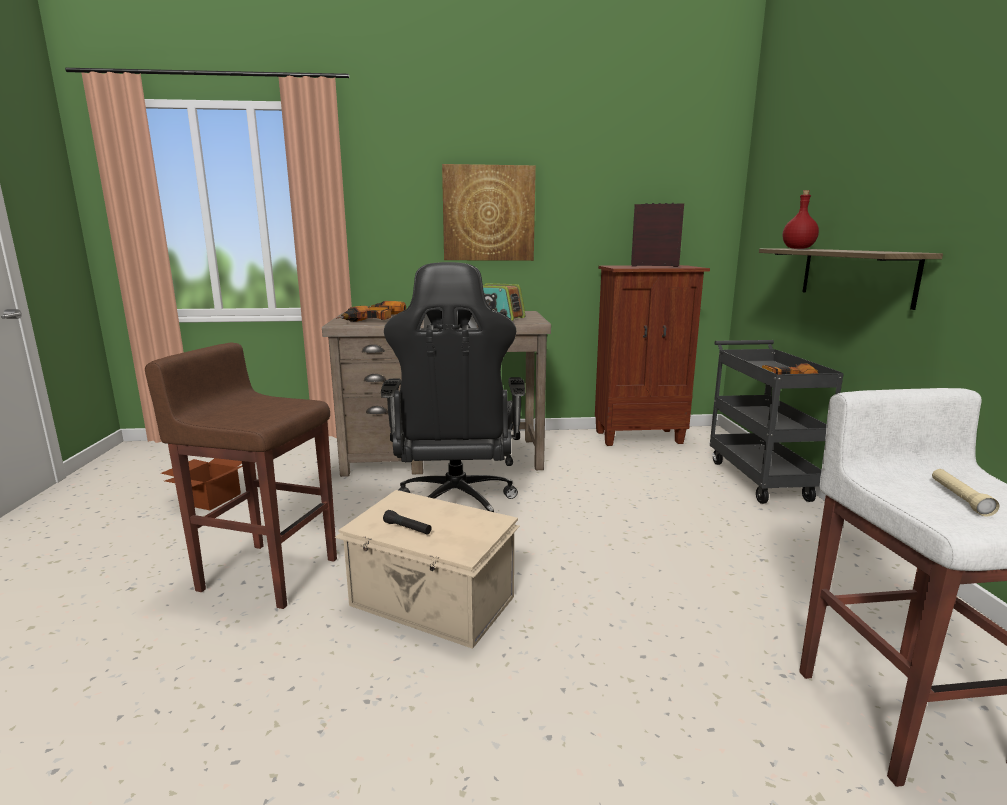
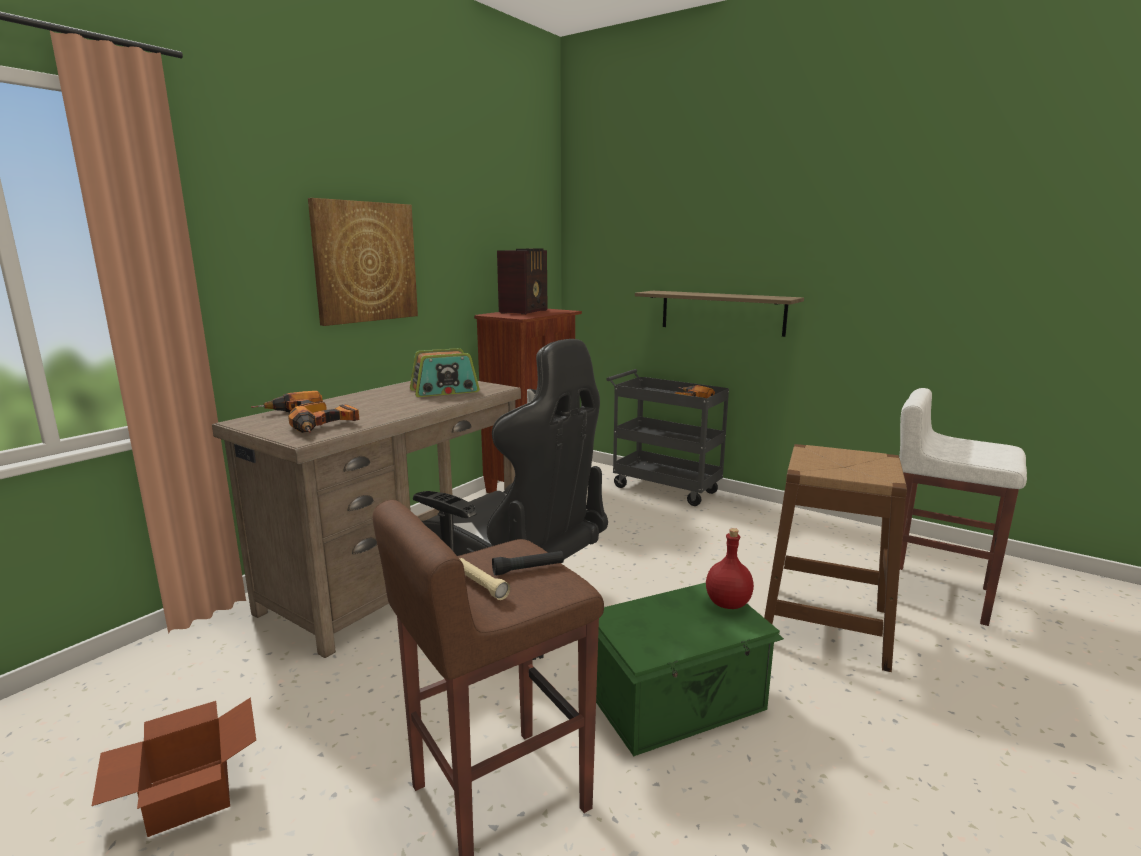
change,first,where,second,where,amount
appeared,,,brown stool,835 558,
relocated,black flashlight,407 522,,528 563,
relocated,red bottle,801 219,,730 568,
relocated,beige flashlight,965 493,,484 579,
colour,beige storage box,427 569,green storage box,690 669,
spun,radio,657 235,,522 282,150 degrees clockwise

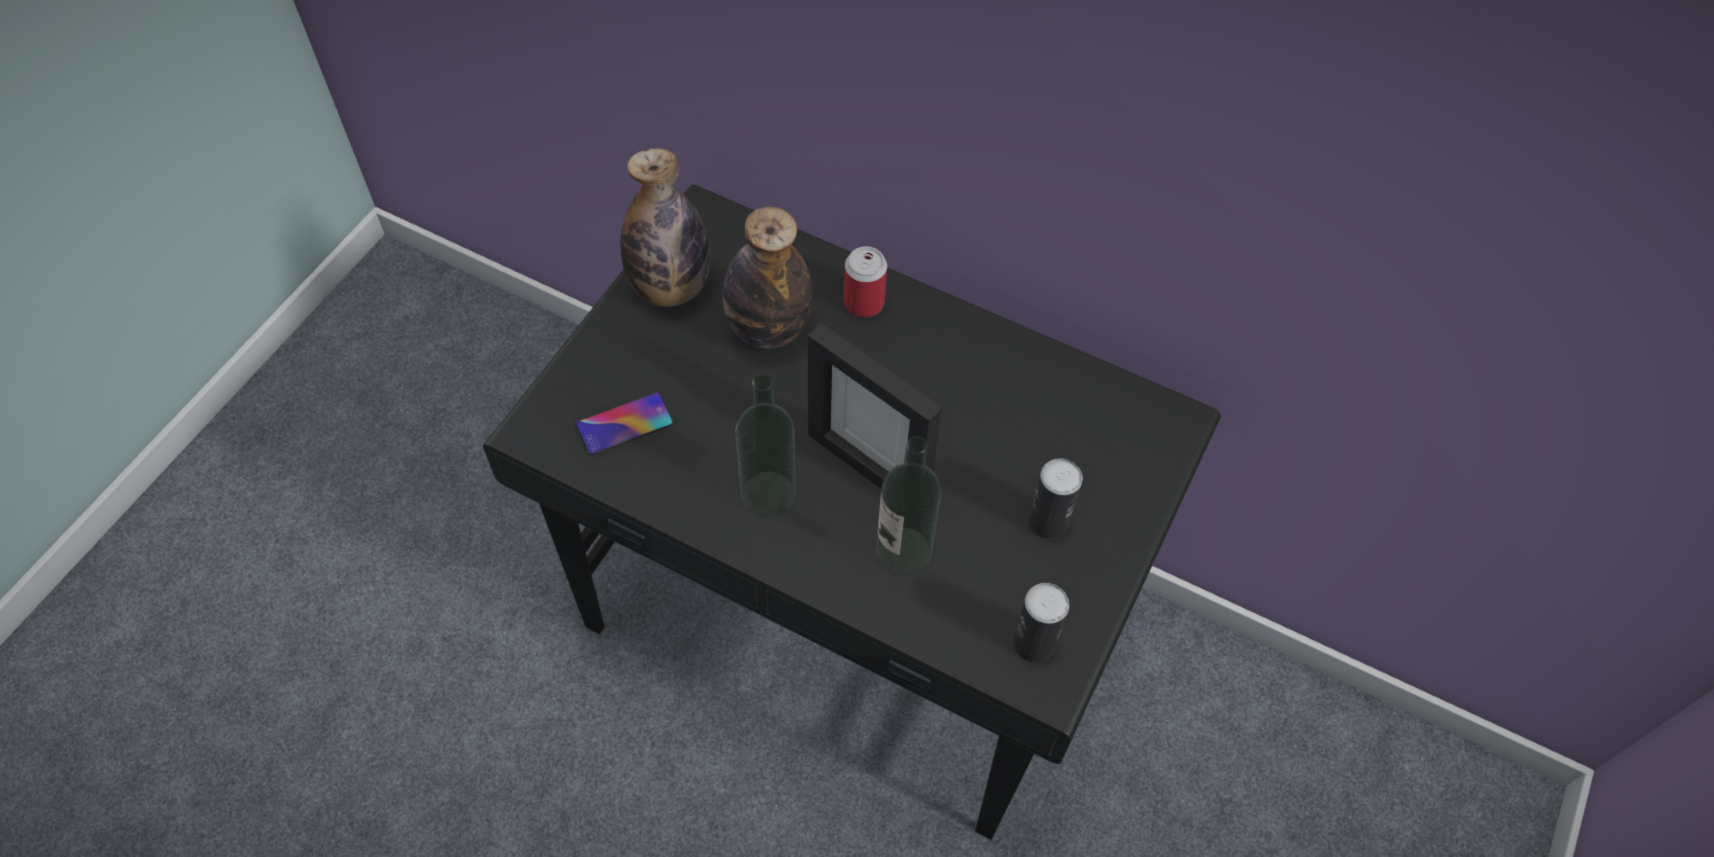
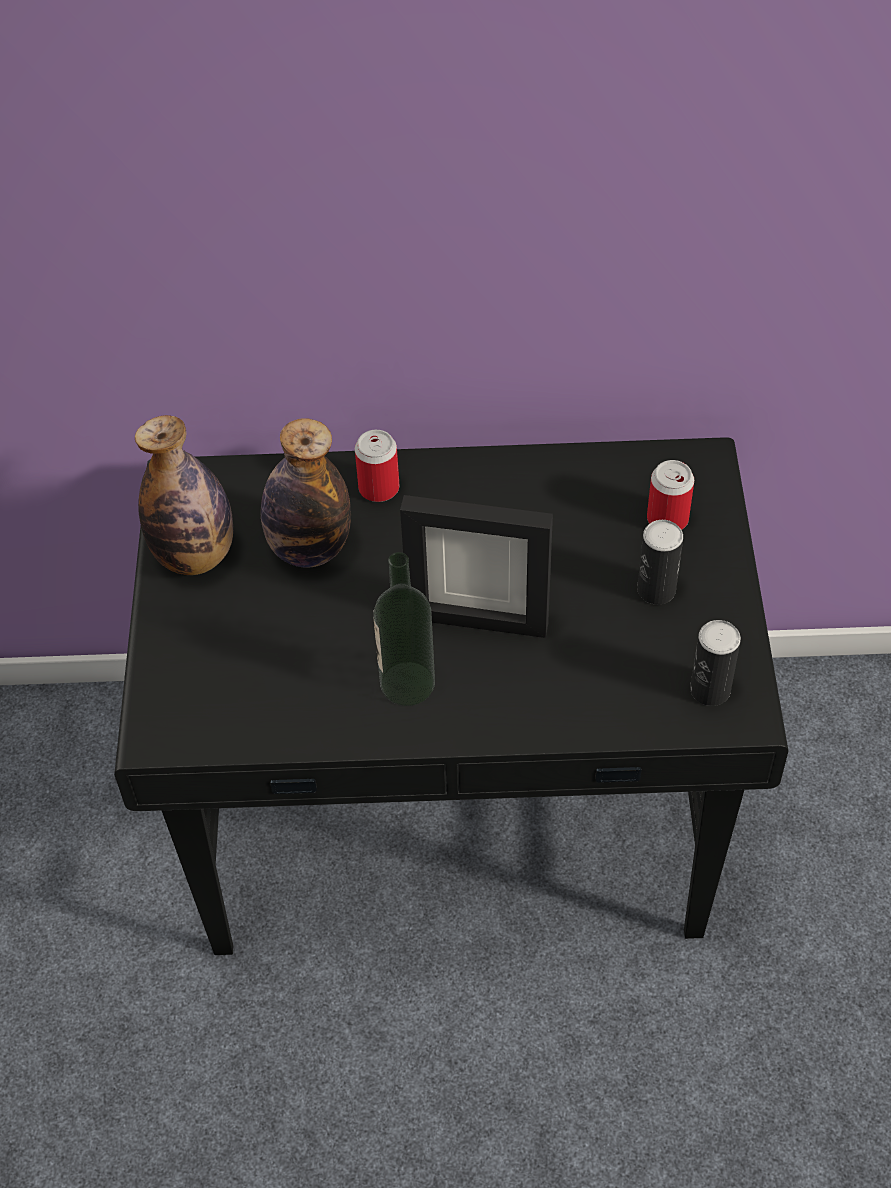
change,first,where,second,where,amount
missing,phone,624 423,,,
missing,bottle,908 506,,,
appeared,,,can,670 495,

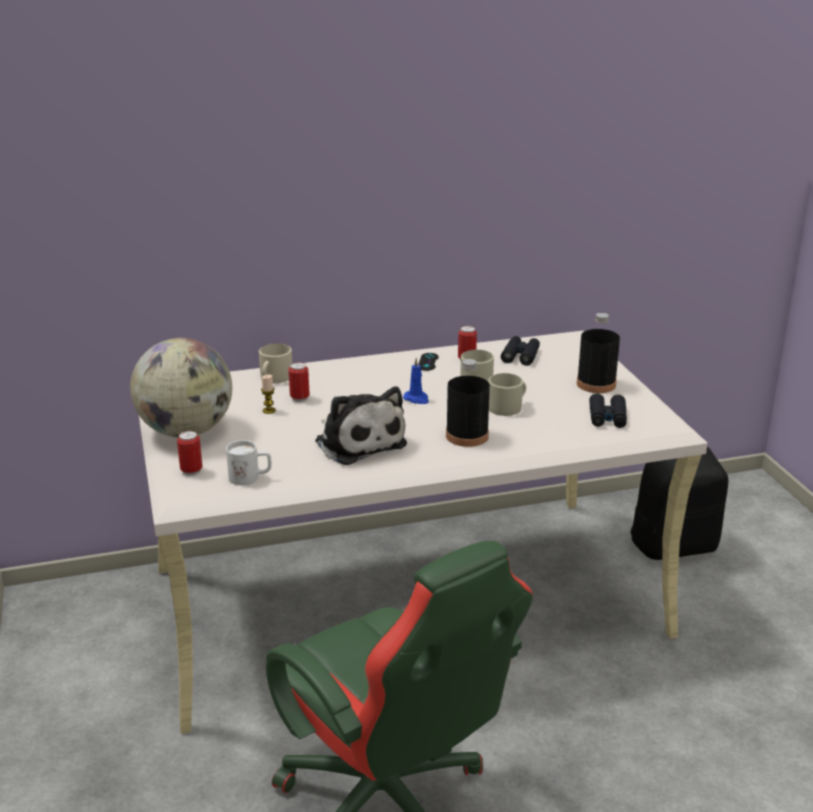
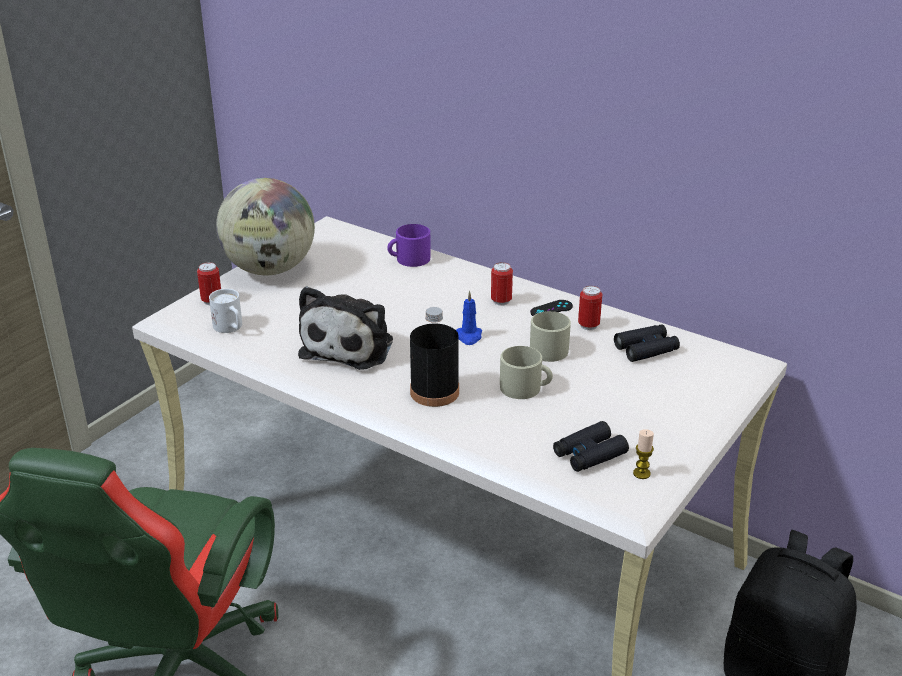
change,first,where,second,where,amount
missing,black bottle,598 353,,,
relocated,candle,268 394,,643 454,
relocated,can,299 382,,502 284,
colour,beige mug,275 363,purple mug,409 245,

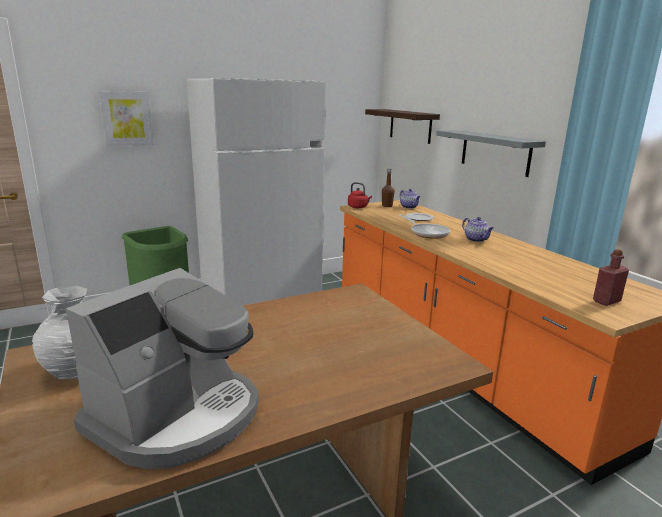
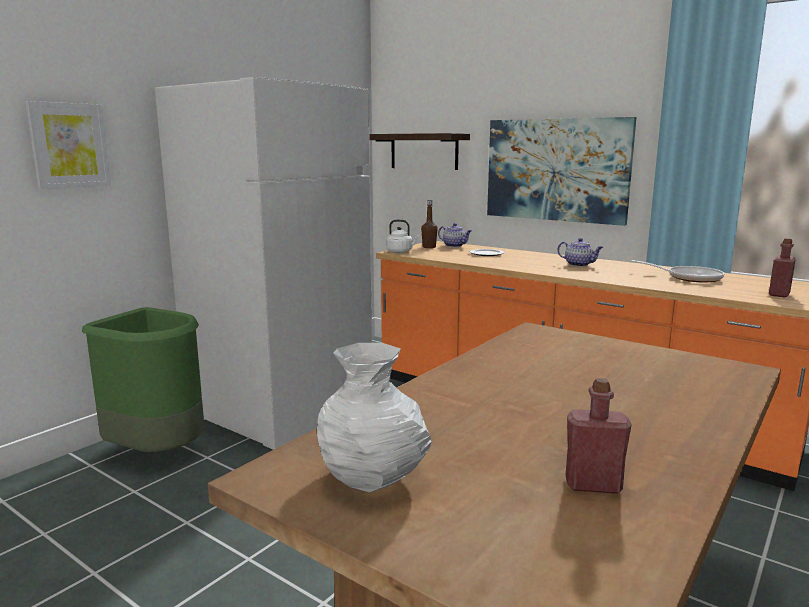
change,first,where,second,where,amount
relocated,frying pan,424 227,,678 271,
exchanged,coffee machine,162 368,red bottle,599 436,
exchanged,grey shelf,491 153,picture,561 171,
colour,red kettle,360 195,white kettle,403 236,

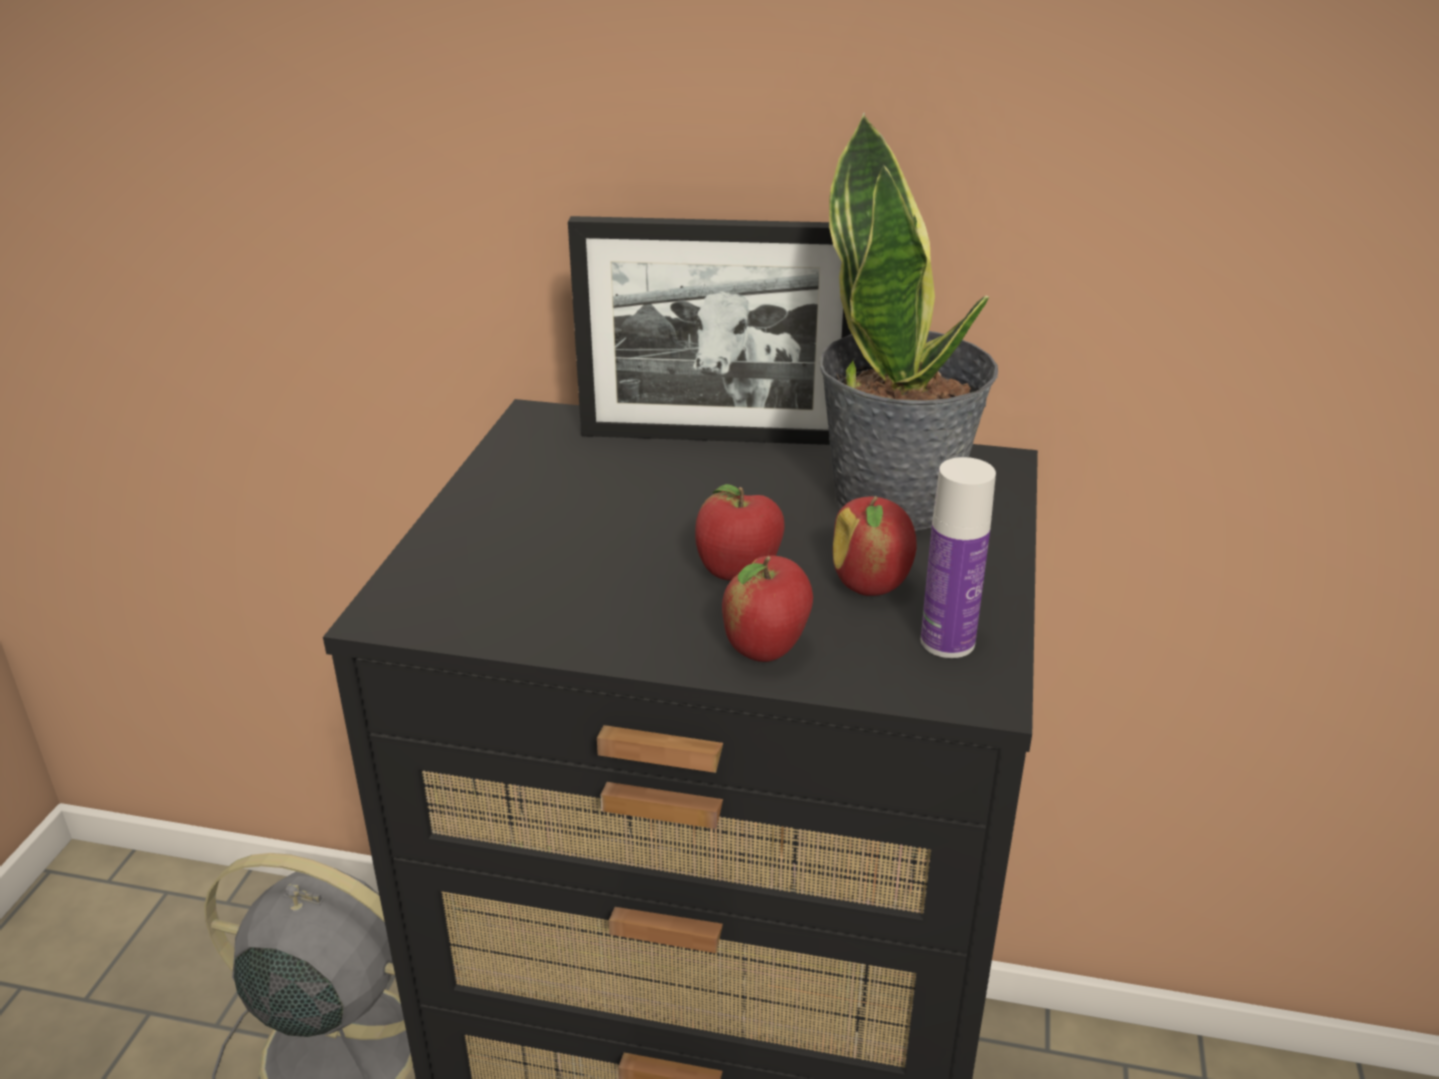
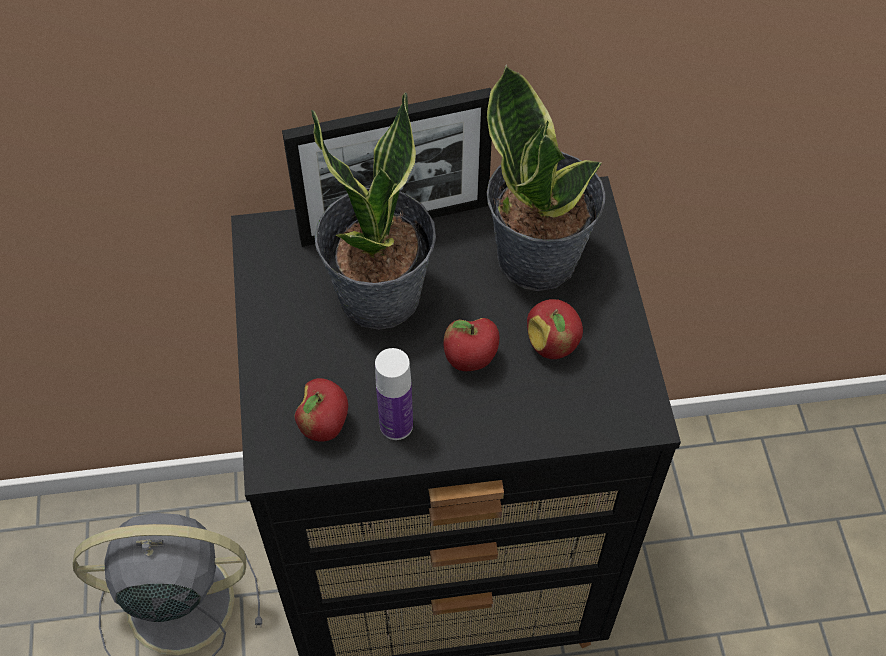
change,first,where,second,where,amount
appeared,,,potted plant,373 211,
relocated,apple,767 609,,321 410,
relocated,bottle,958 557,,394 394,

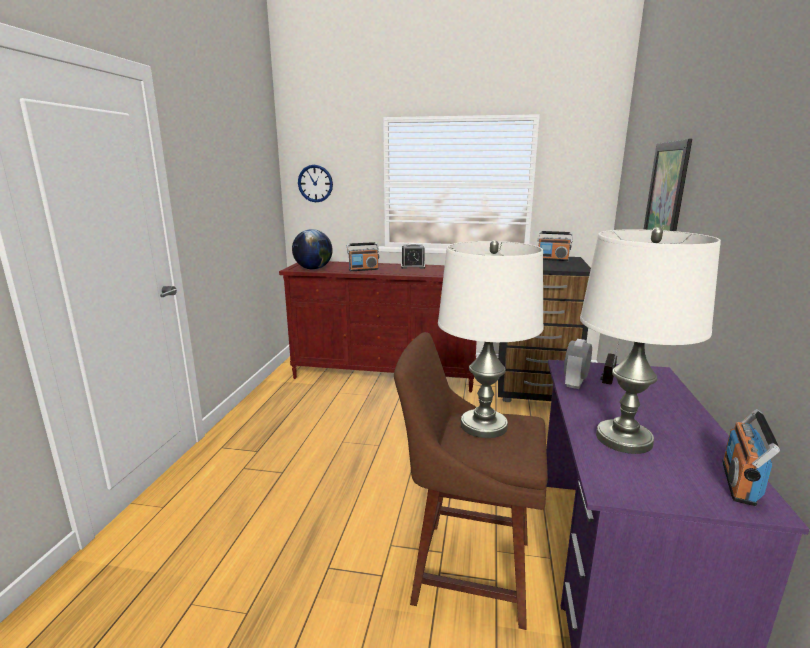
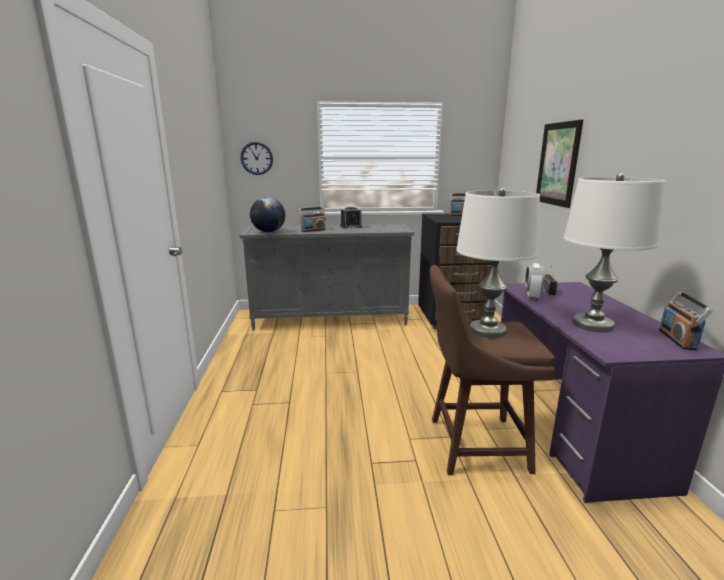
change,first,where,second,where,amount
colour,red dresser,378 327,grey dresser,326 277,

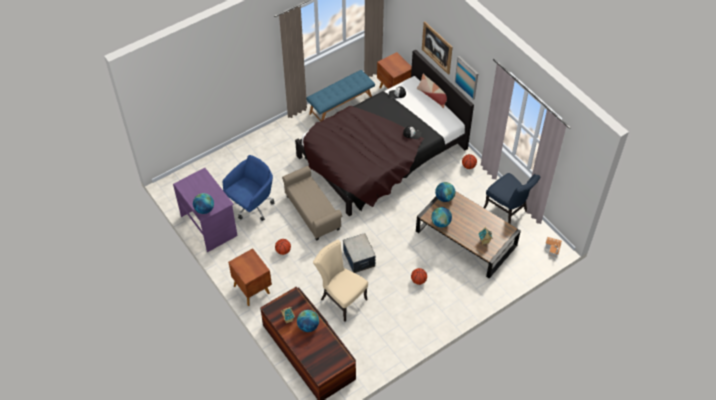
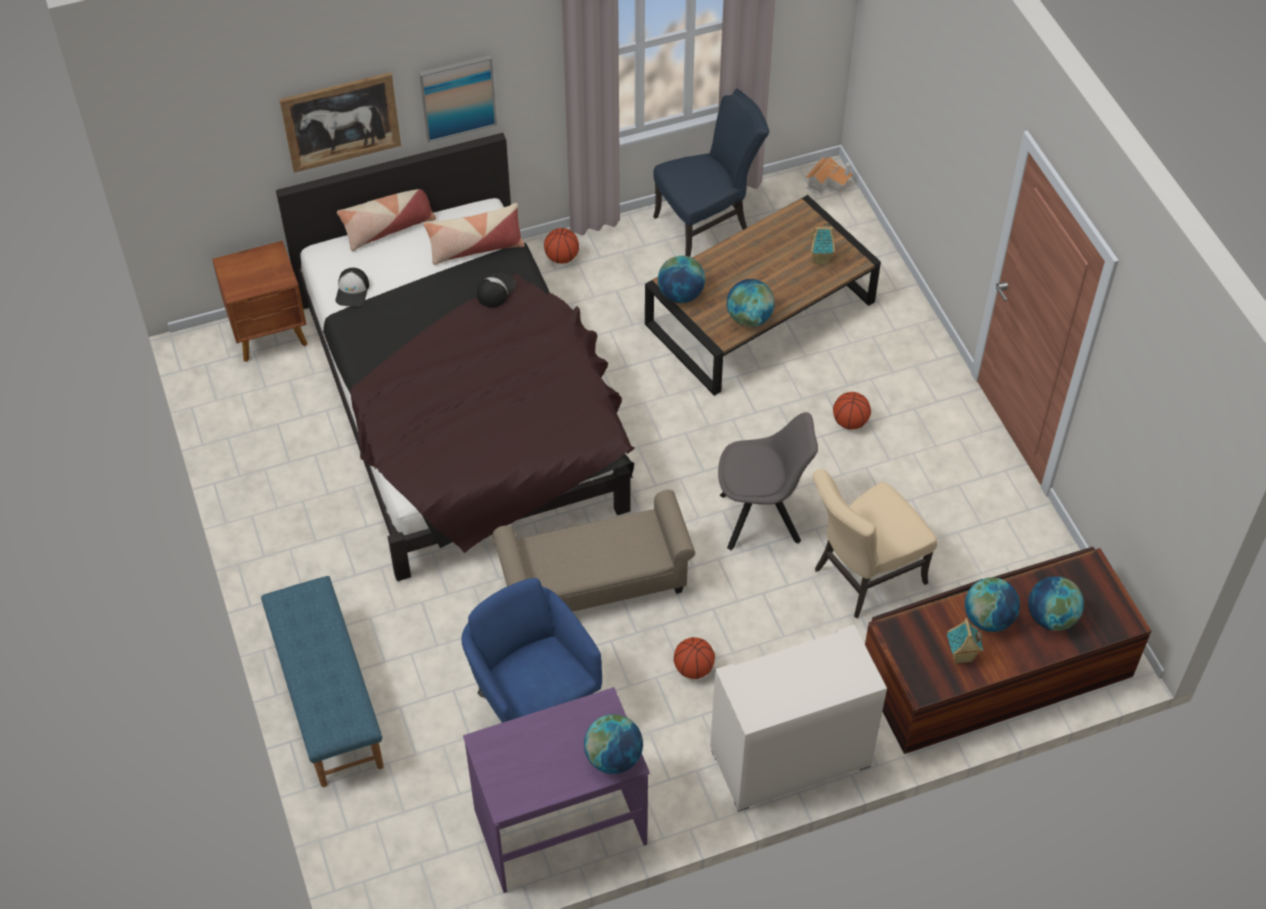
change,first,where,second,where,amount
appeared,,,pillow,474 234,
appeared,,,globe,1056 603,
relocated,blue bench,340 95,,322 681,
exchanged,brown nightstand,250 277,white dresser,798 718,
exchanged,storage box,359 253,grey chair,768 481,

